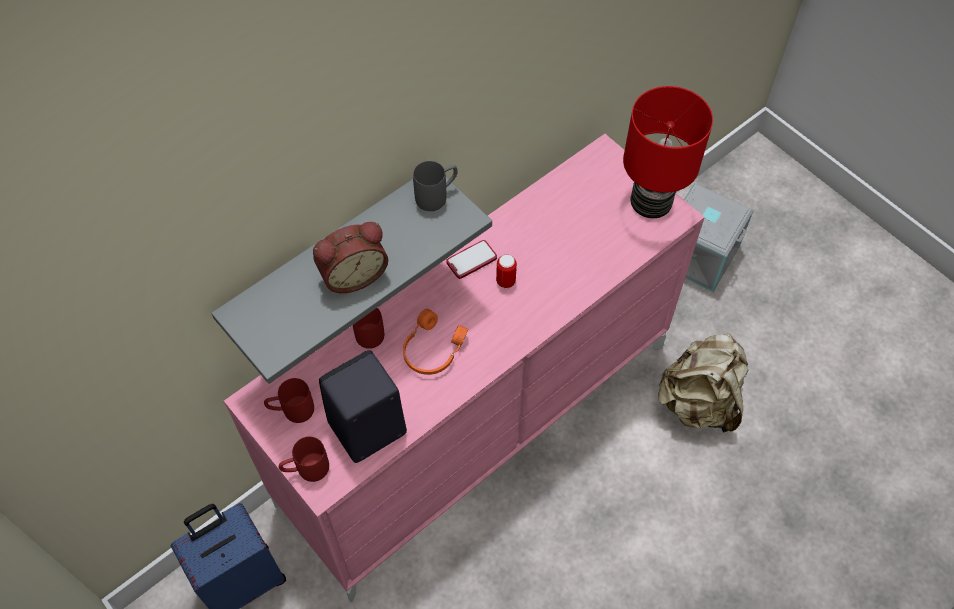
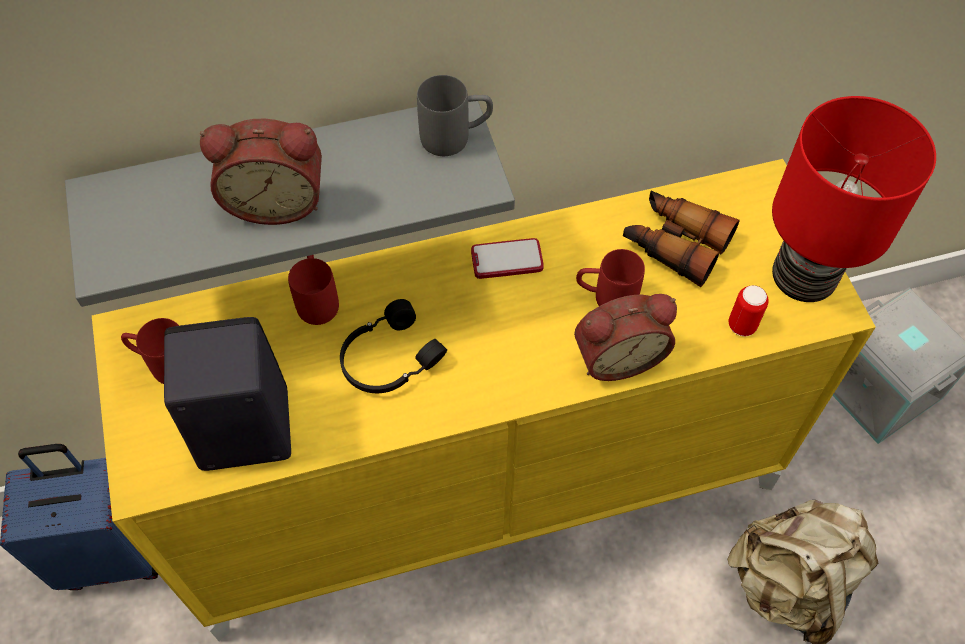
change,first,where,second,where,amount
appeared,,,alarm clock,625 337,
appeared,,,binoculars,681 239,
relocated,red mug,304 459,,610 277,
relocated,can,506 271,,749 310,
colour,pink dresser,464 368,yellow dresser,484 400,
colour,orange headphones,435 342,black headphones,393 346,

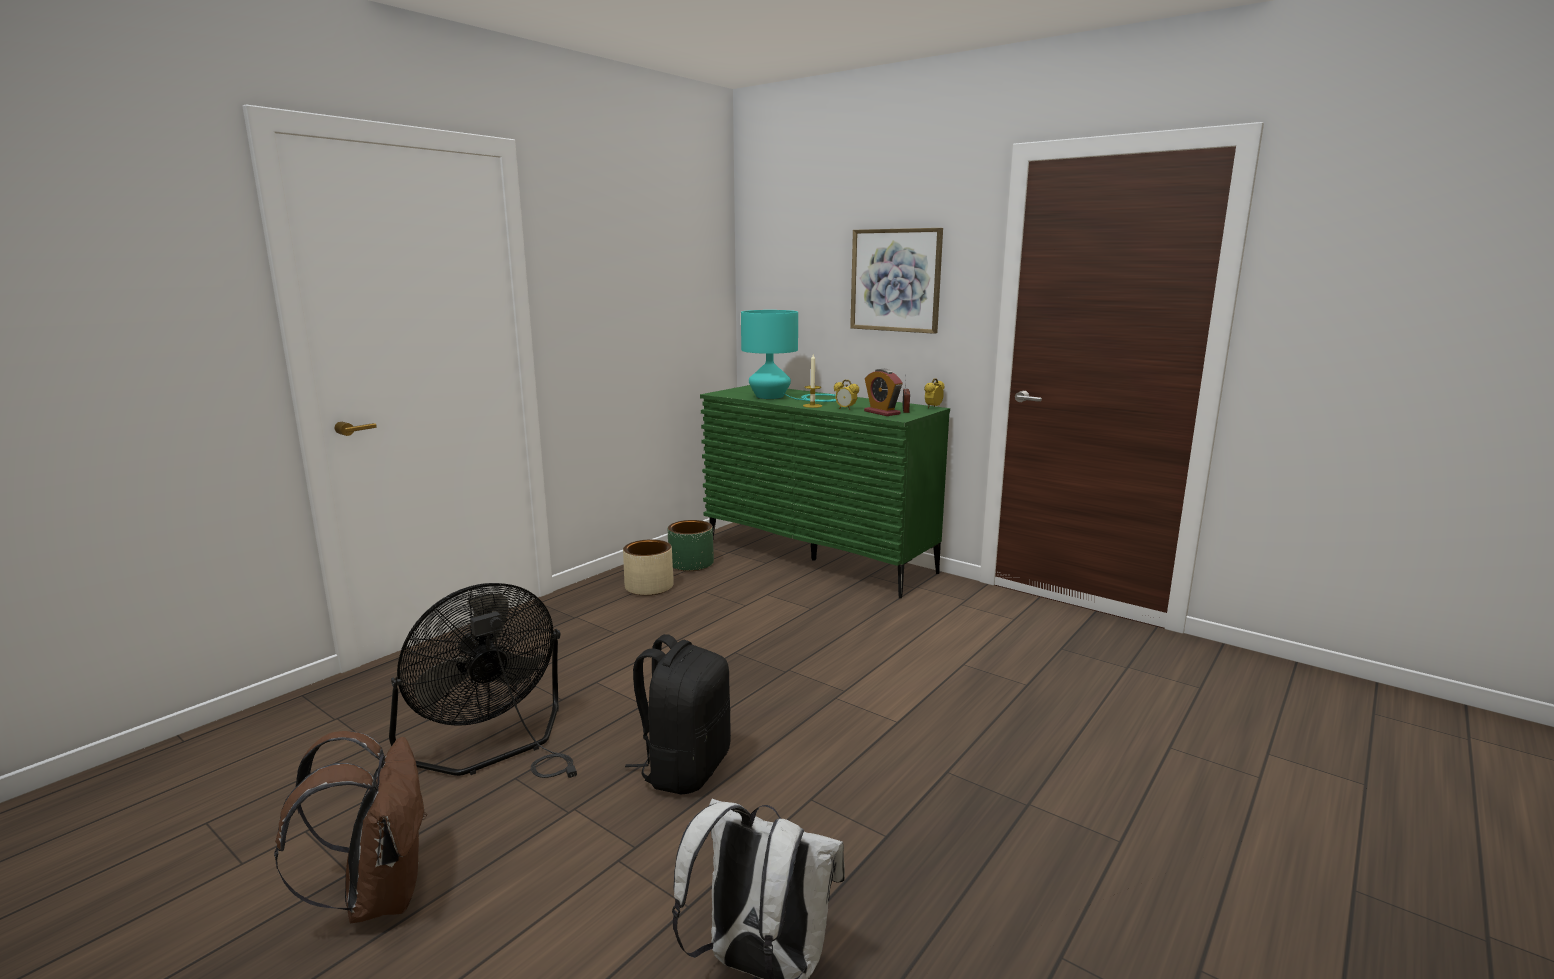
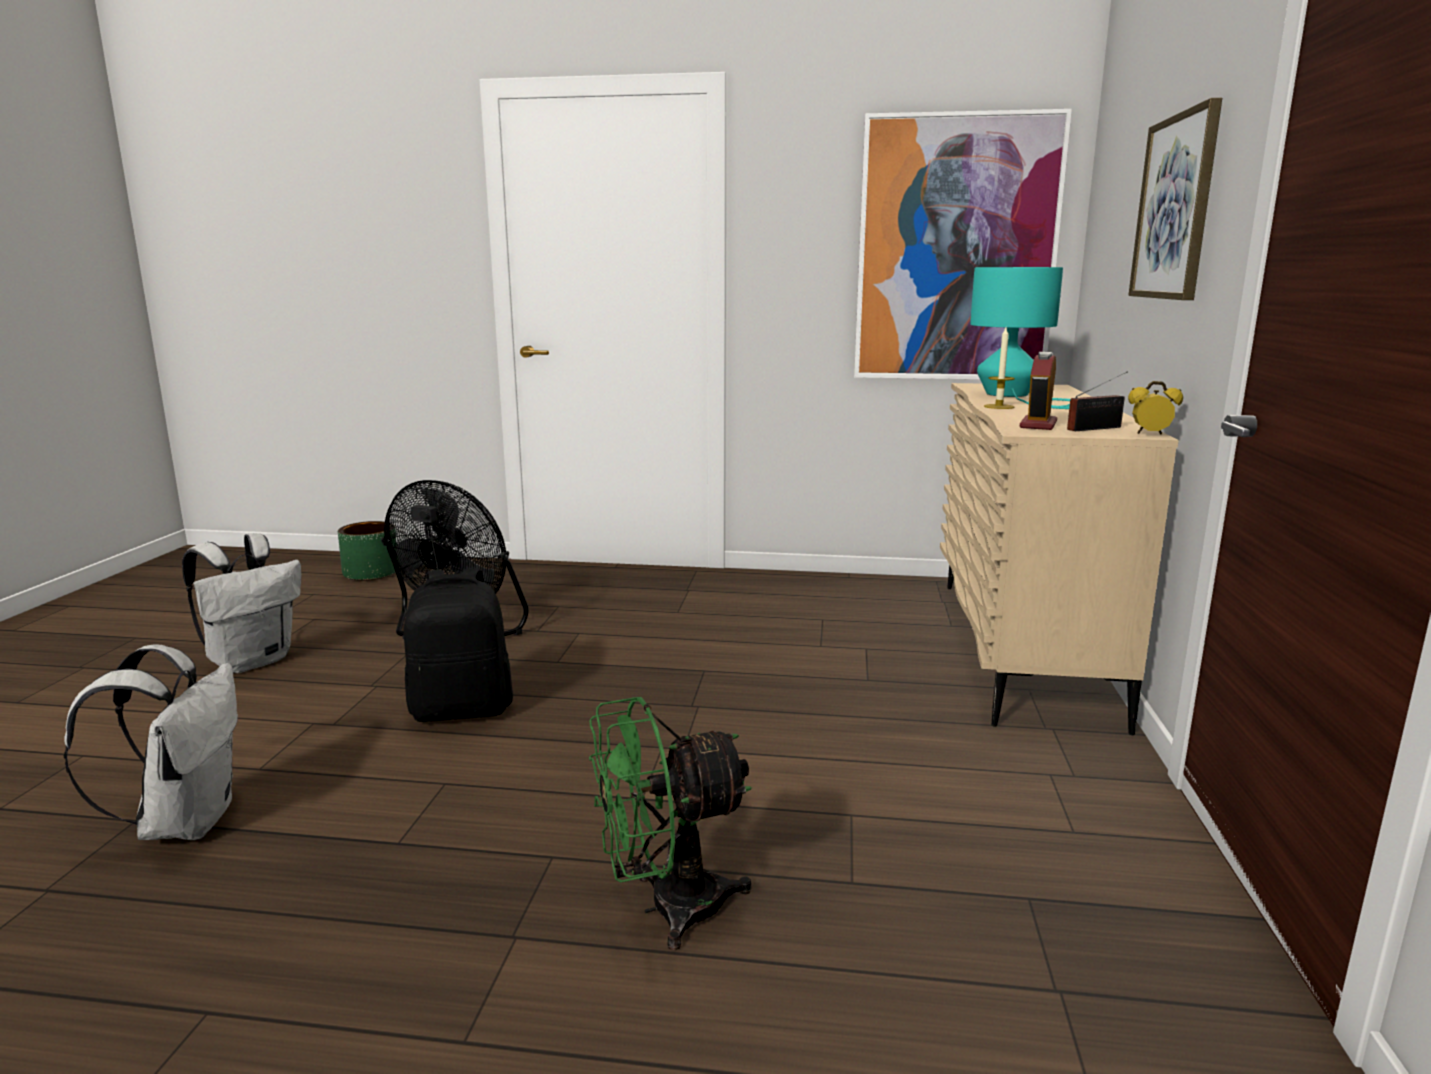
change,first,where,second,where,amount
missing,beige planter,648 567,,,
missing,alarm clock,846 395,,,
appeared,,,green fan,670 824,
appeared,,,picture,963 244,
relocated,green planter,691 546,,368 551,
colour,brown backpack,350 827,white backpack,241 603,
colour,green dresser,825 491,beige dresser,1059 559,

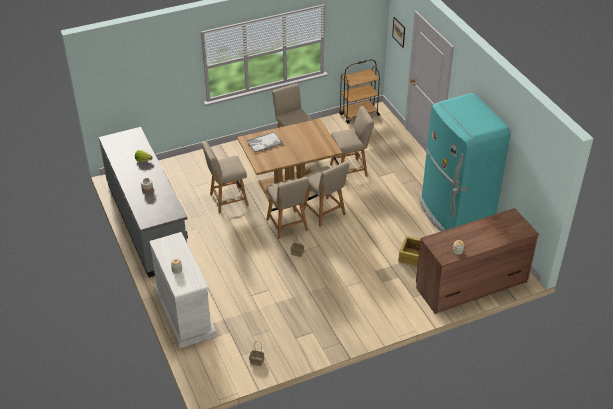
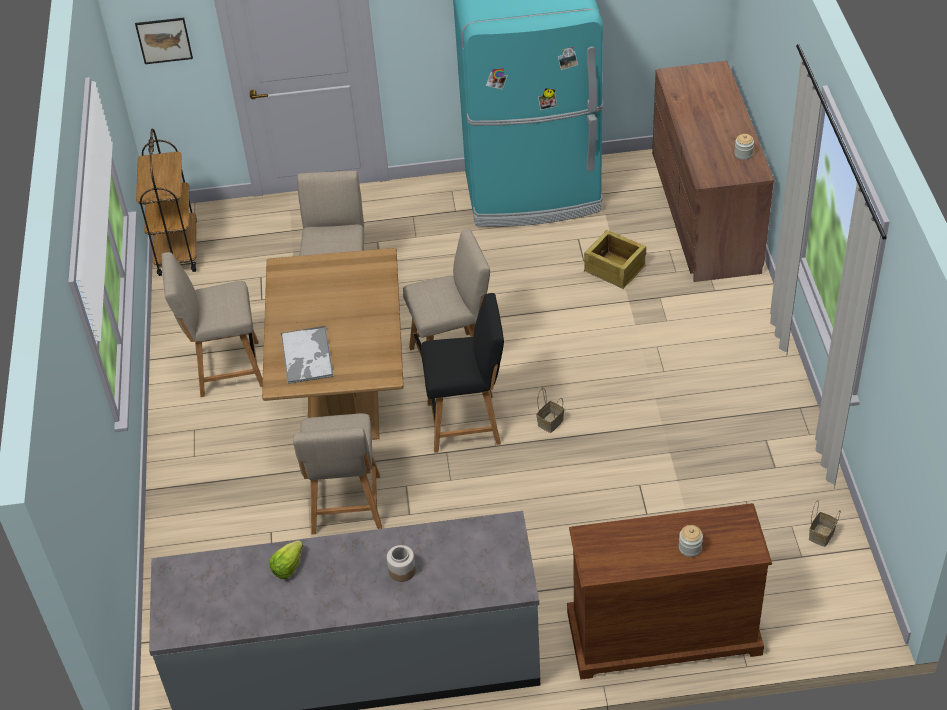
change,first,where,second,where,amount
colour,white dresser,182 290,brown dresser,669 591,
colour,beige chair,287 208,black chair,462 373,

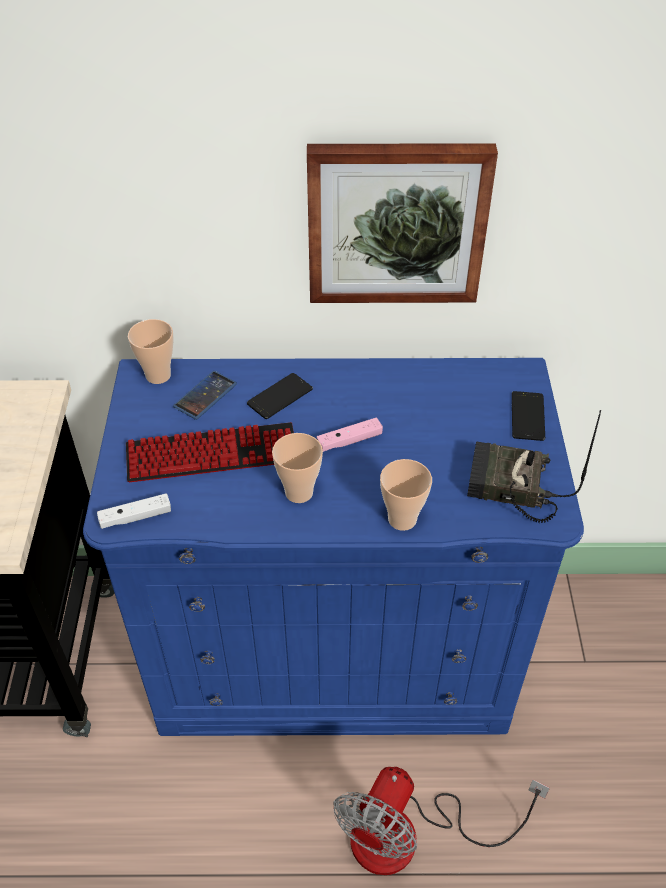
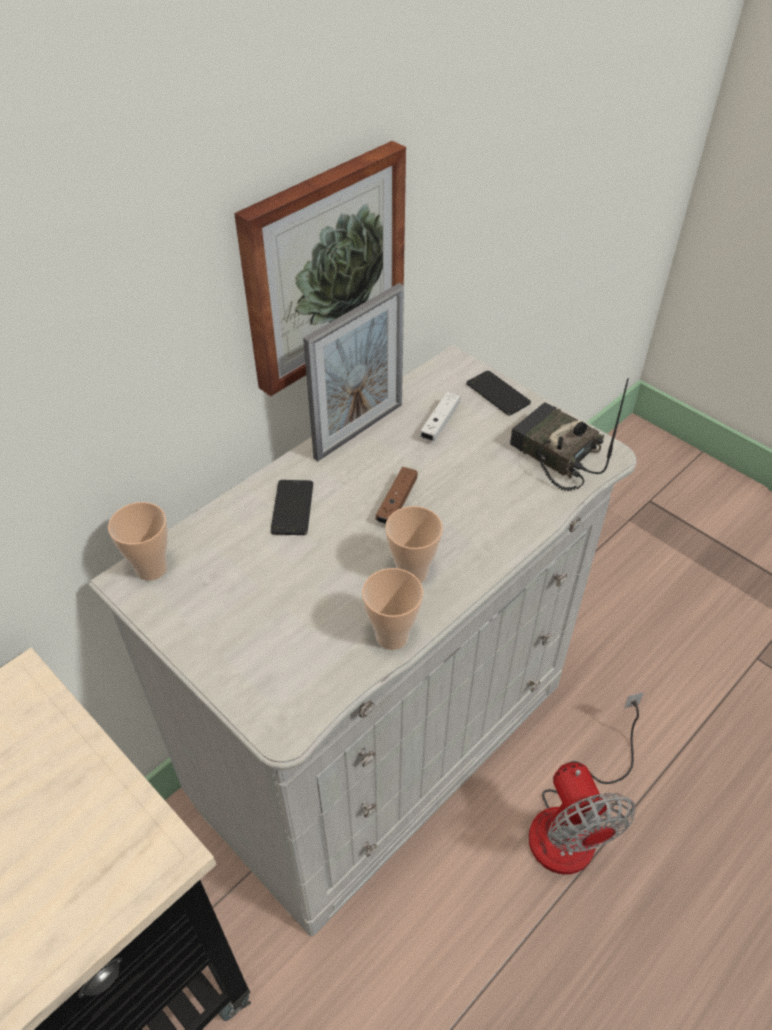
change,first,where,second,where,amount
missing,keyboard,210 452,,,
missing,phone,205 395,,,
appeared,,,picture frame,353 372,
relocated,white game controller,134 511,,440 416,
relocated,cup,406 495,,392 609,
colour,blue dresser,333 547,white dresser,363 640,
colour,pink game controller,350 435,brown game controller,397 495,
spun,radio,534 466,,569 434,75 degrees clockwise

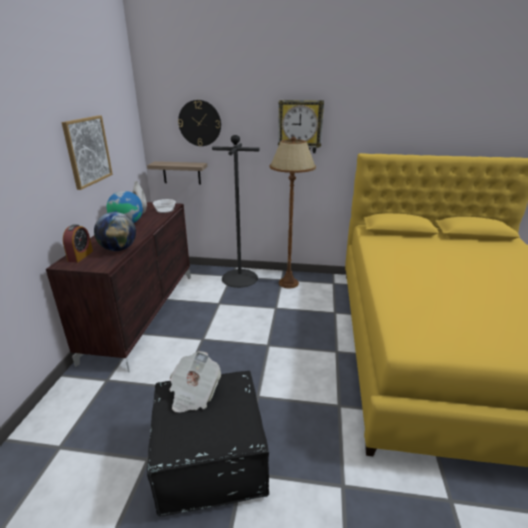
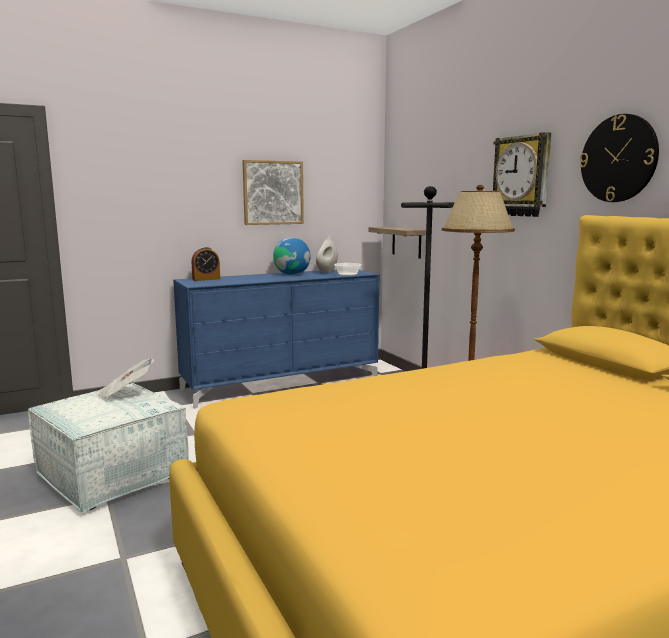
change,first,where,second,where,amount
missing,globe,115 231,,,
relocated,wall clock,199 123,,619 158,
colour,brown dresser,118 287,blue dresser,276 339,
colour,black ottoman,208 443,white ottoman,108 447,

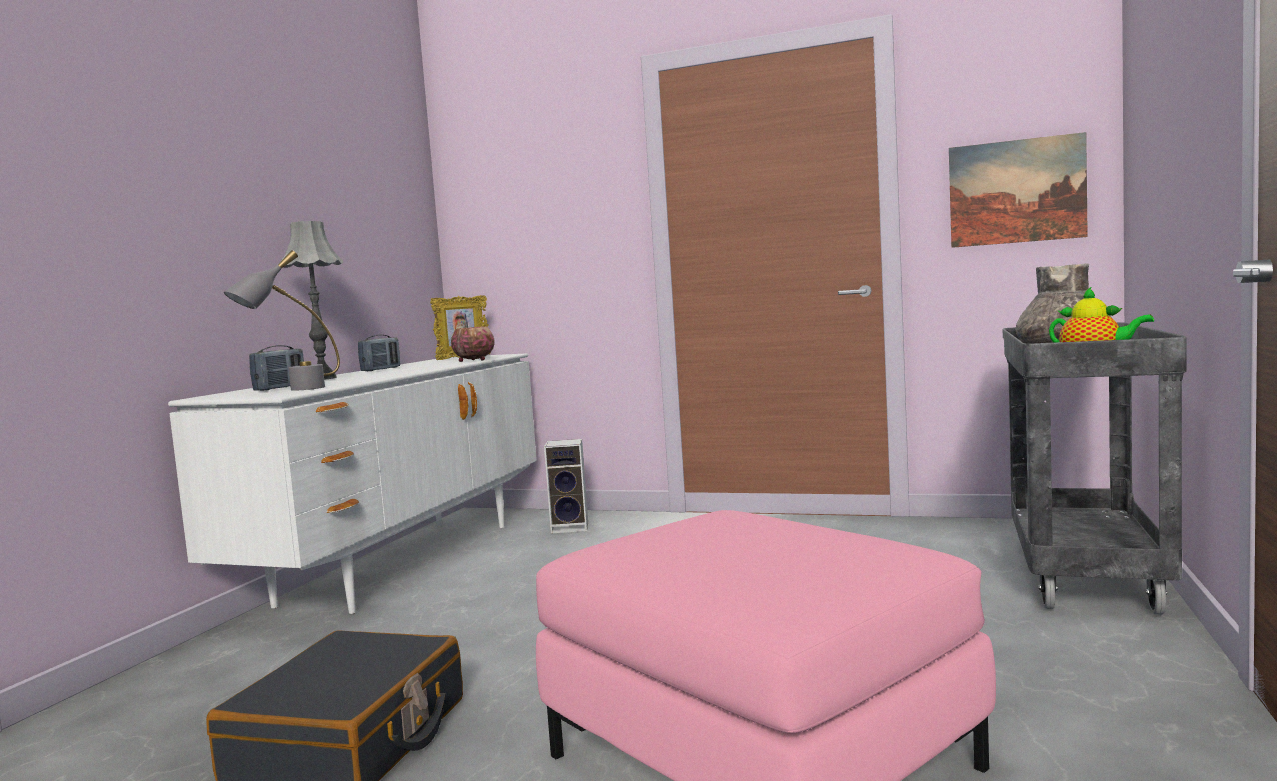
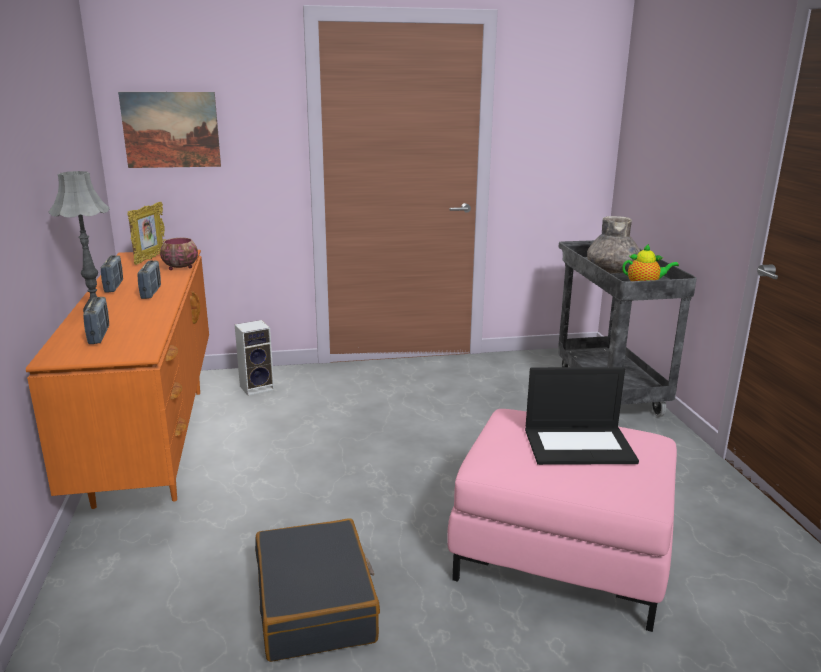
change,first,where,second,where,amount
missing,grey table lamp,282 320,,,
appeared,,,radio,149 279,
appeared,,,laptop,582 416,
relocated,picture,1018 190,,169 130,
colour,white dresser,352 483,orange dresser,117 379,

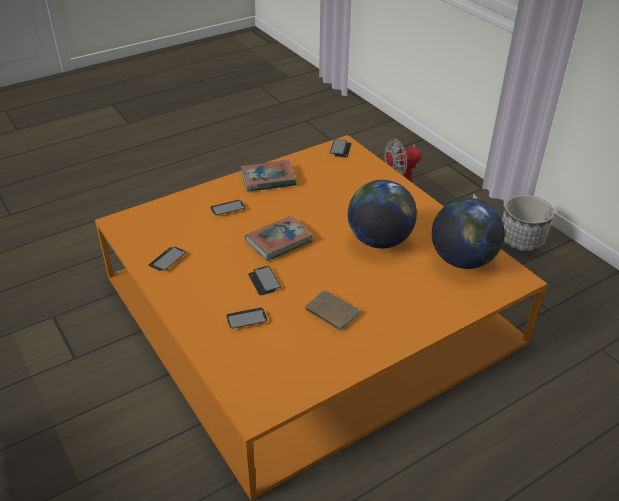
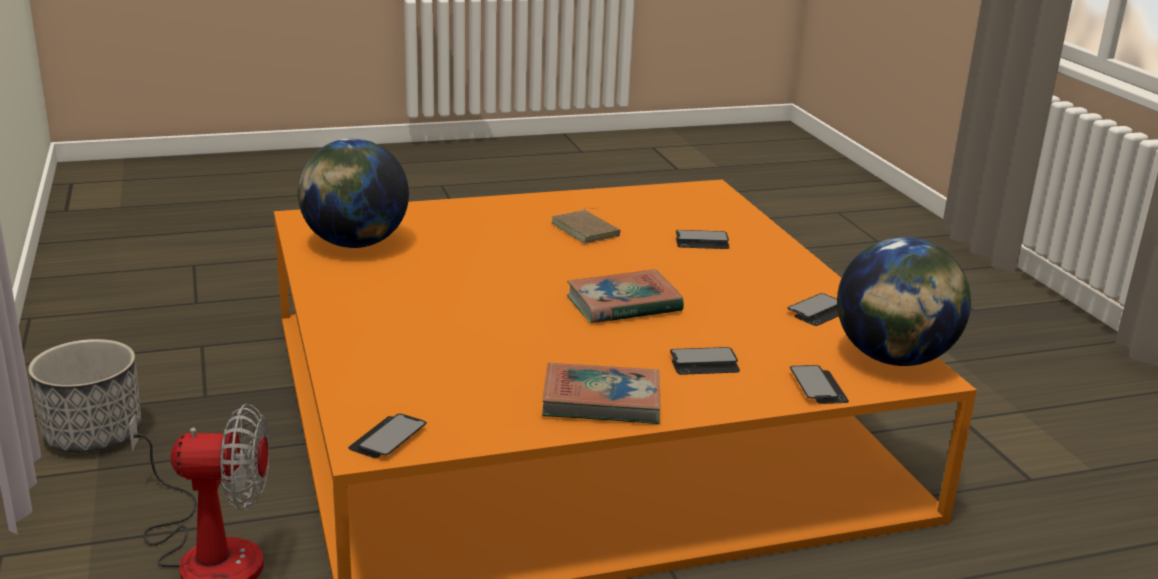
change,first,where,second,where,amount
relocated,phone,264 280,,819 384,
relocated,globe,382 214,,904 301,

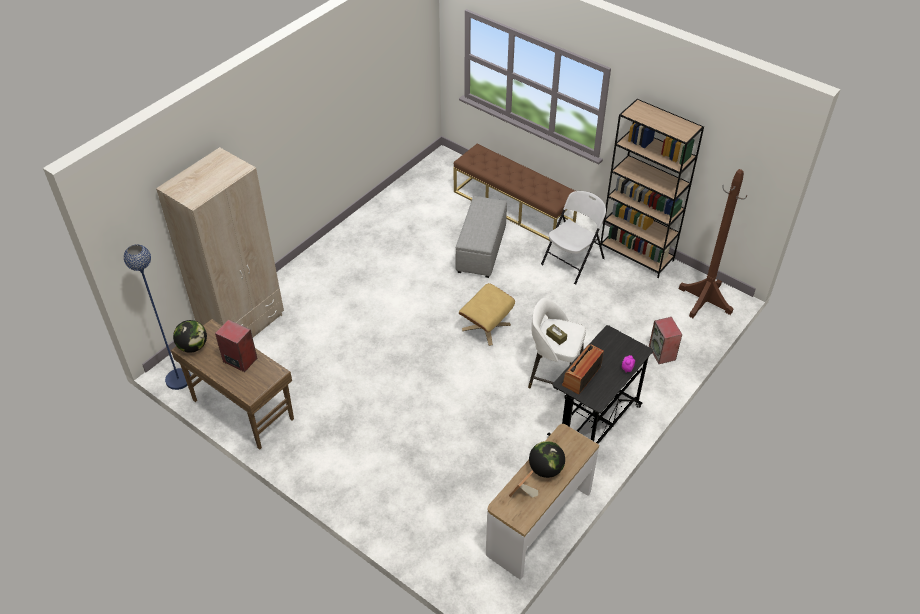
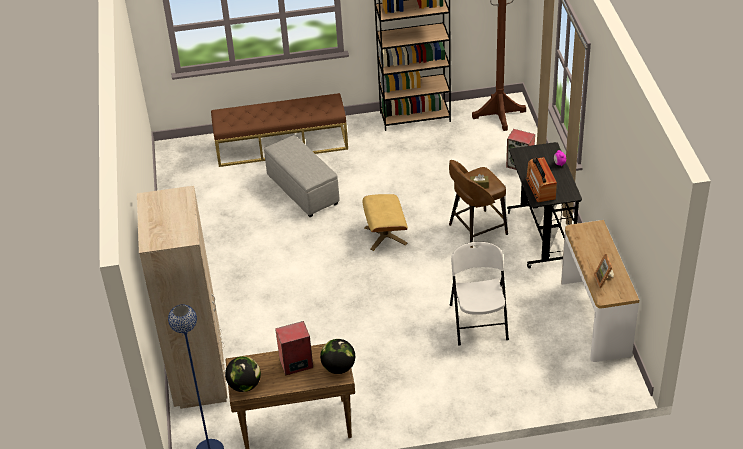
change,first,where,second,where,amount
relocated,globe,547 459,,337 356,
relocated,white chair,573 238,,479 294,
colour,white stool,557 343,brown stool,478 204,

